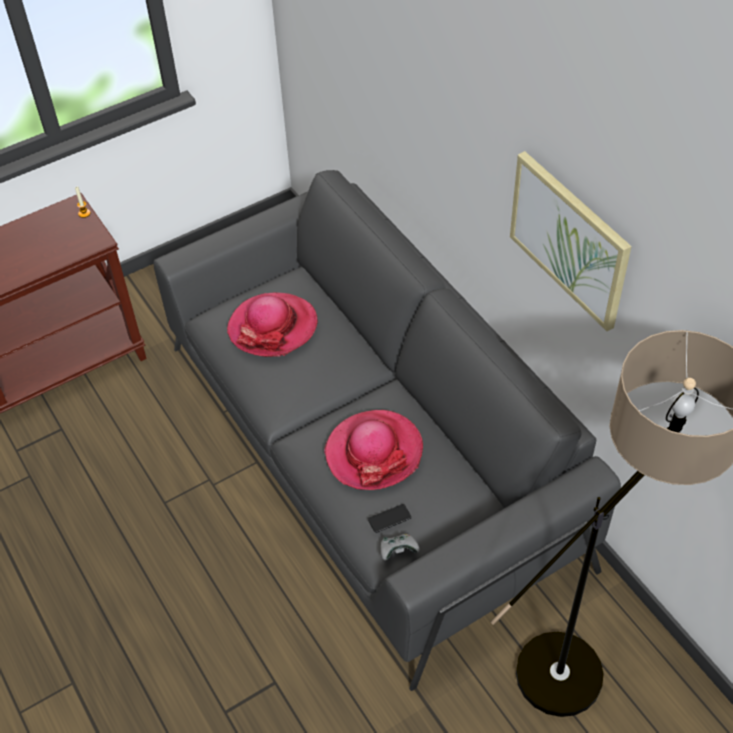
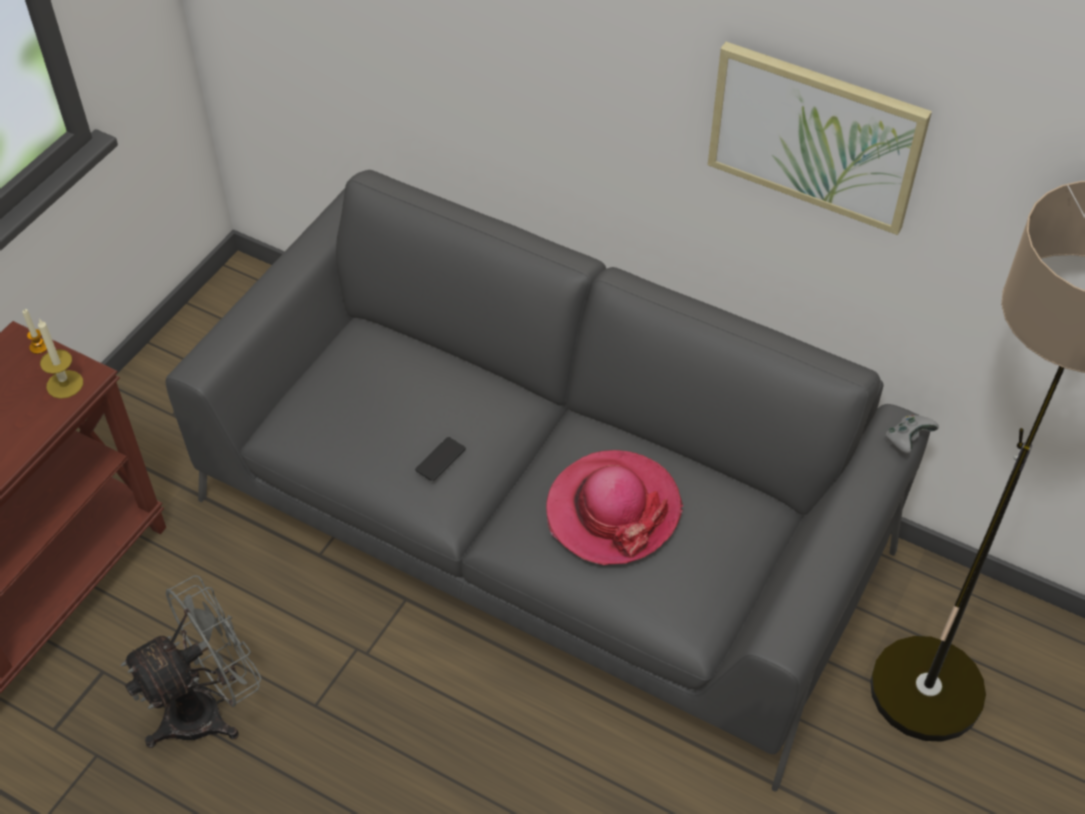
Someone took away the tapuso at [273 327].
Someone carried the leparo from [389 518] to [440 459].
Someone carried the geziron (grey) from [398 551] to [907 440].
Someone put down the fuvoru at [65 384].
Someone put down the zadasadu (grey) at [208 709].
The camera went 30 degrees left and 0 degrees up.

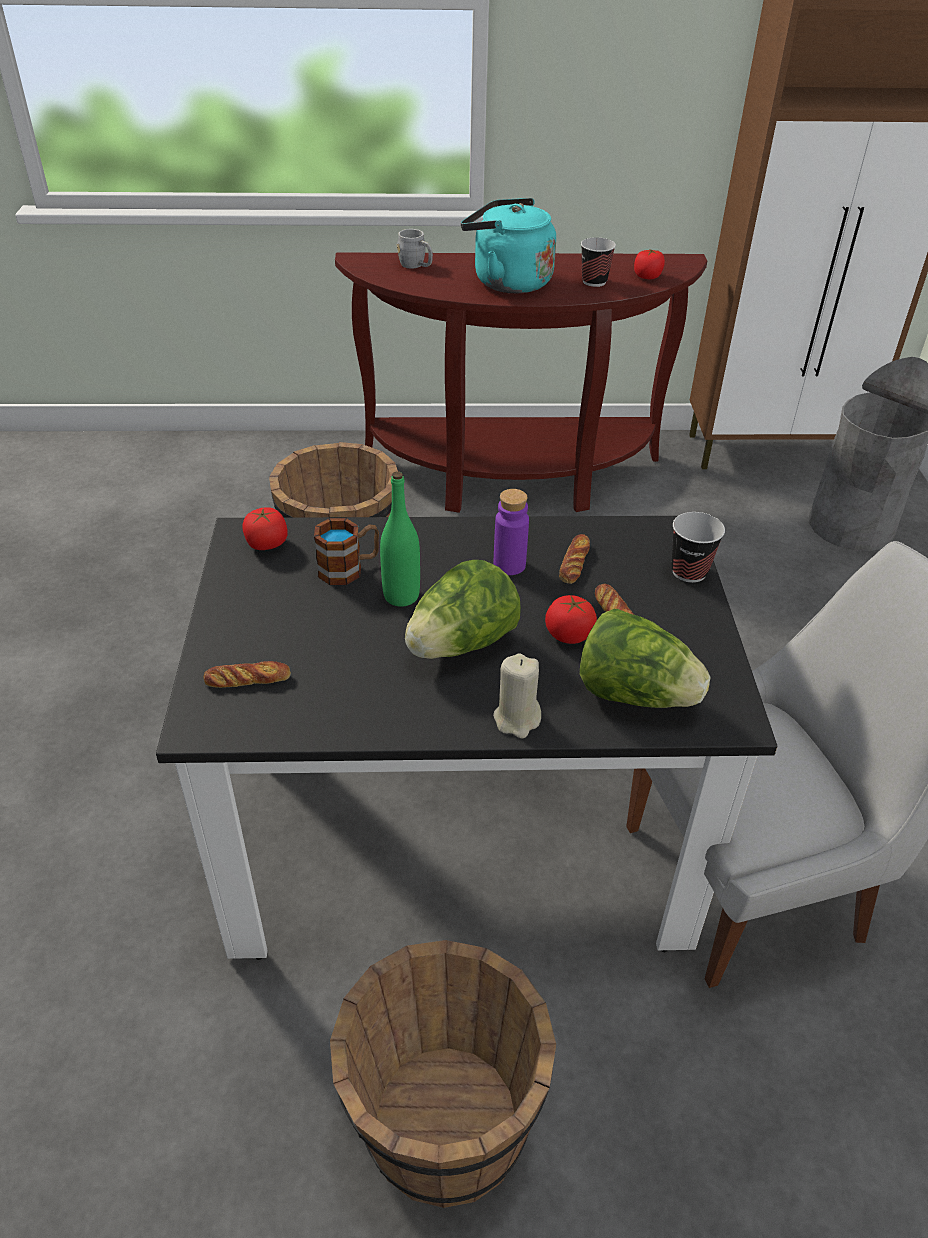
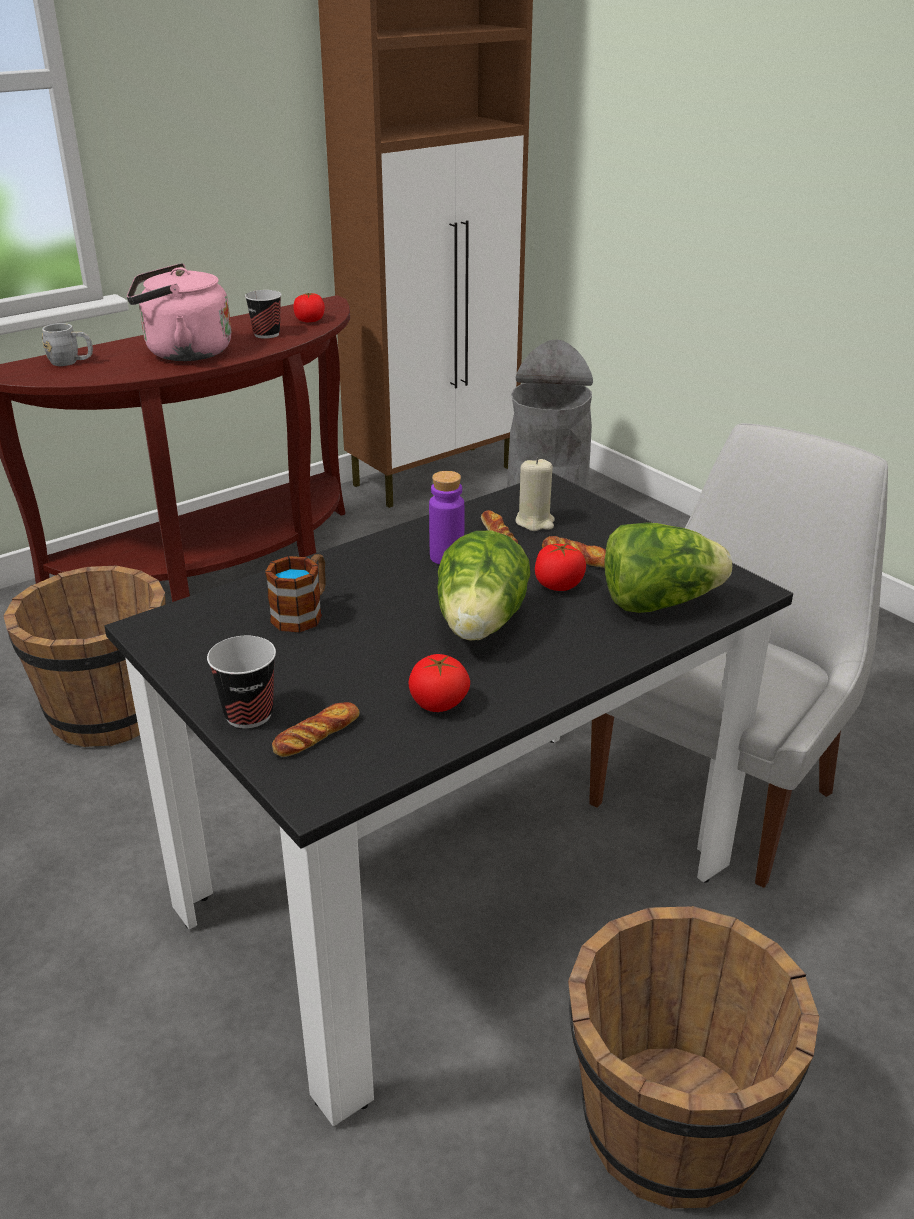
Someone carried the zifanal from [266 544] to [438 703].
Someone took away the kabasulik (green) at [401 596].
Someone repainted the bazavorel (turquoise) at [507 281], which became the bazavorel (pink) at [183 353].
Someone carried the fuvoru (beige) from [517 719] to [535 522].
Someone carried the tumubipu from [689 571] to [249 714].
The camera went 35 degrees left and 10 degrees down.

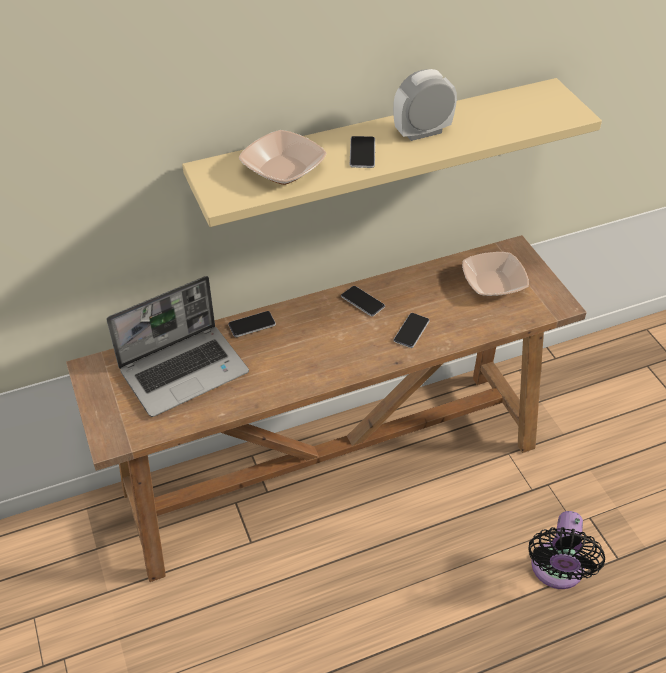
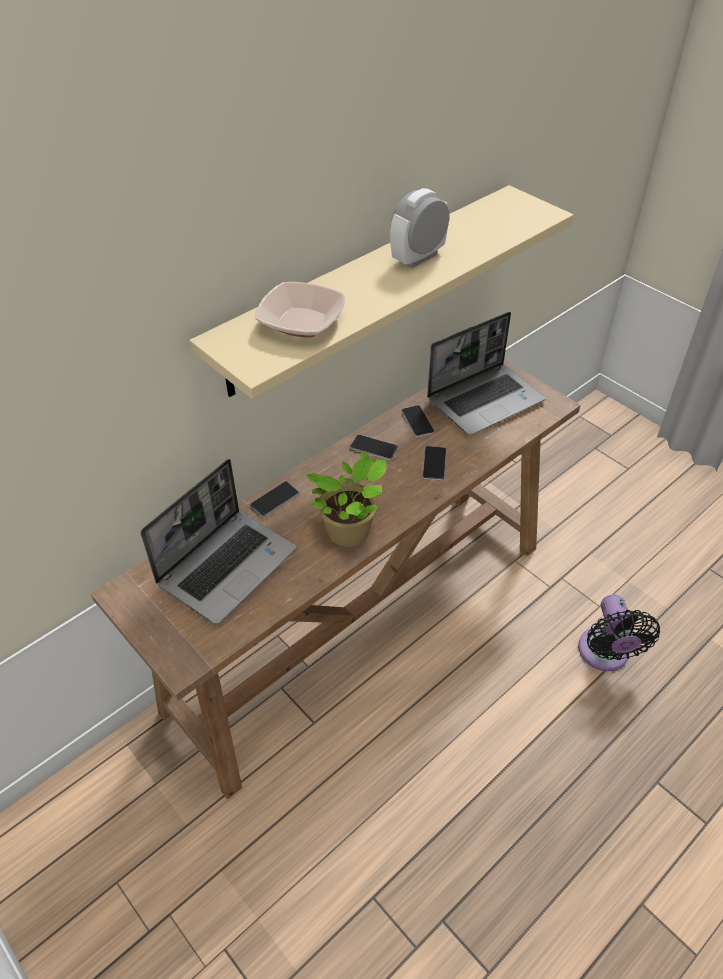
Someone carried the leparo from [362 153] to [417 422].
Someone swapped the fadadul at [493 283] for the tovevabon at [485 399].
Someone put down the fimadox at [350 534].
The camera went 20 degrees left and 0 degrees up.

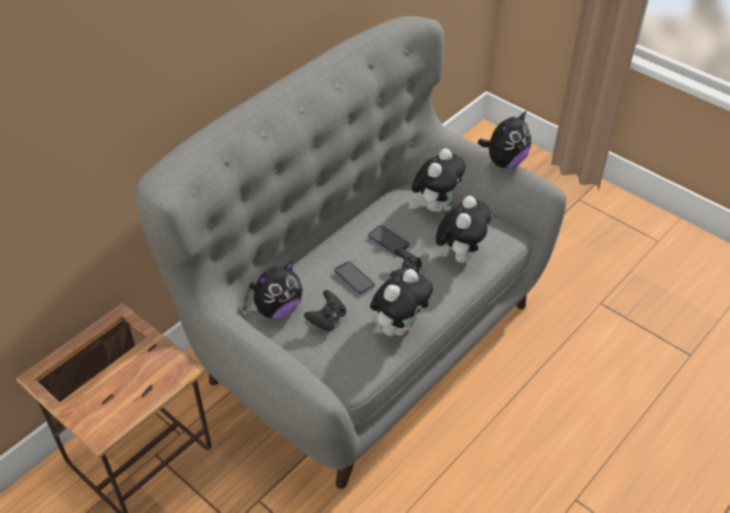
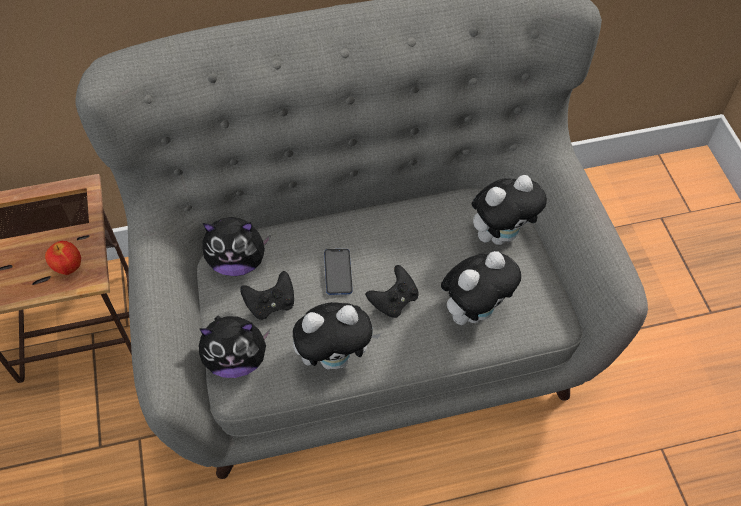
Someone took away the leparo at [388 241].
Someone carried the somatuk from [504 162] to [236 359].
Someone put down the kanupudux at [68 268].
The camera went 35 degrees right and 10 degrees up.

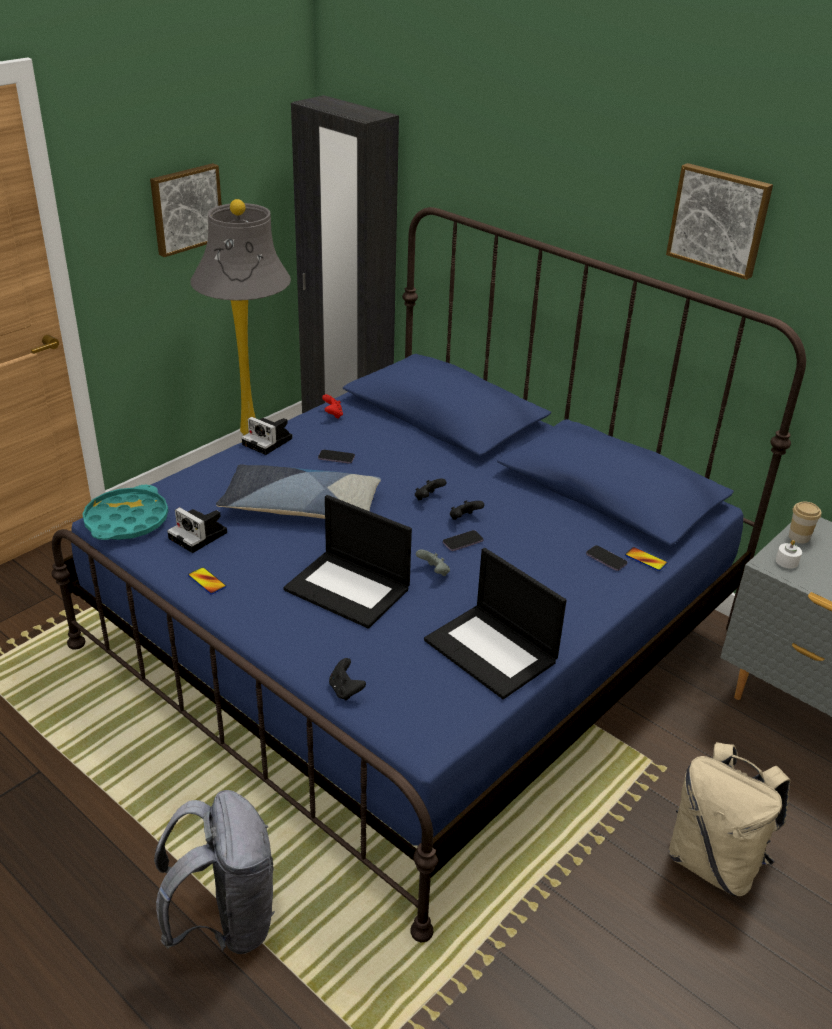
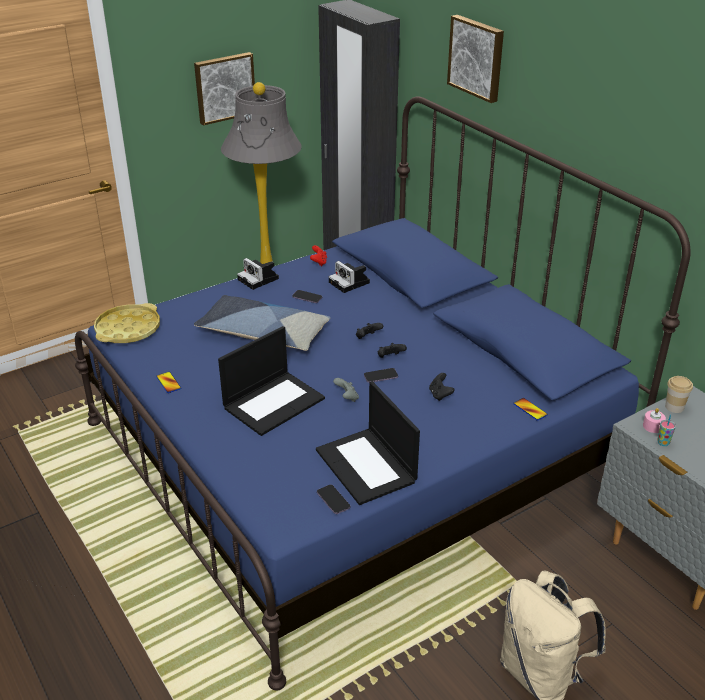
Someone repainted the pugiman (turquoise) at [126 521], which became the pugiman (yellow) at [128 329].
Someone took away the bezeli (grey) at [225 920].
Someone carried the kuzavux from [200 536] to [350 283].
Someone rotated the tovevabon at [349 589] by 90 degrees counterclockwise.
Someone carried the geziron (black) from [345 690] to [440 395].
Someone carried the leparo from [606 559] to [333 500].
Someone carried the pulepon from [719 220] to [477 57].
Someone repainted the fuvoru (white) at [787 561], which became the fuvoru (pink) at [652 426].
Someone put down the tumubipu at [663 443].
The camera went 15 degrees right and 0 degrees up.

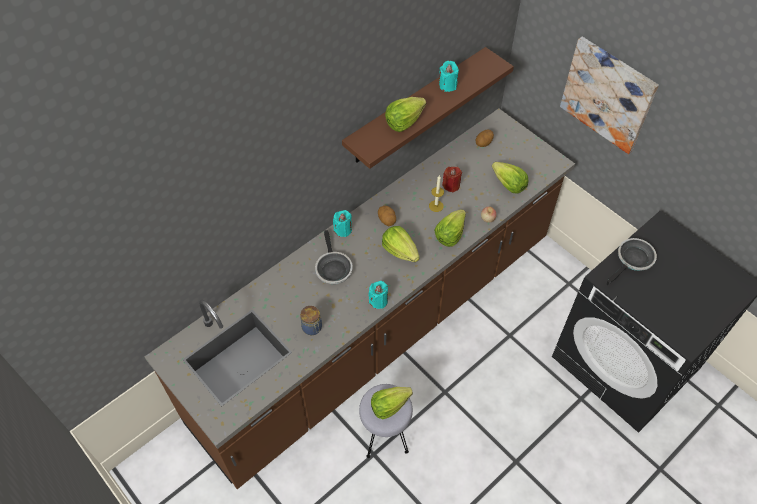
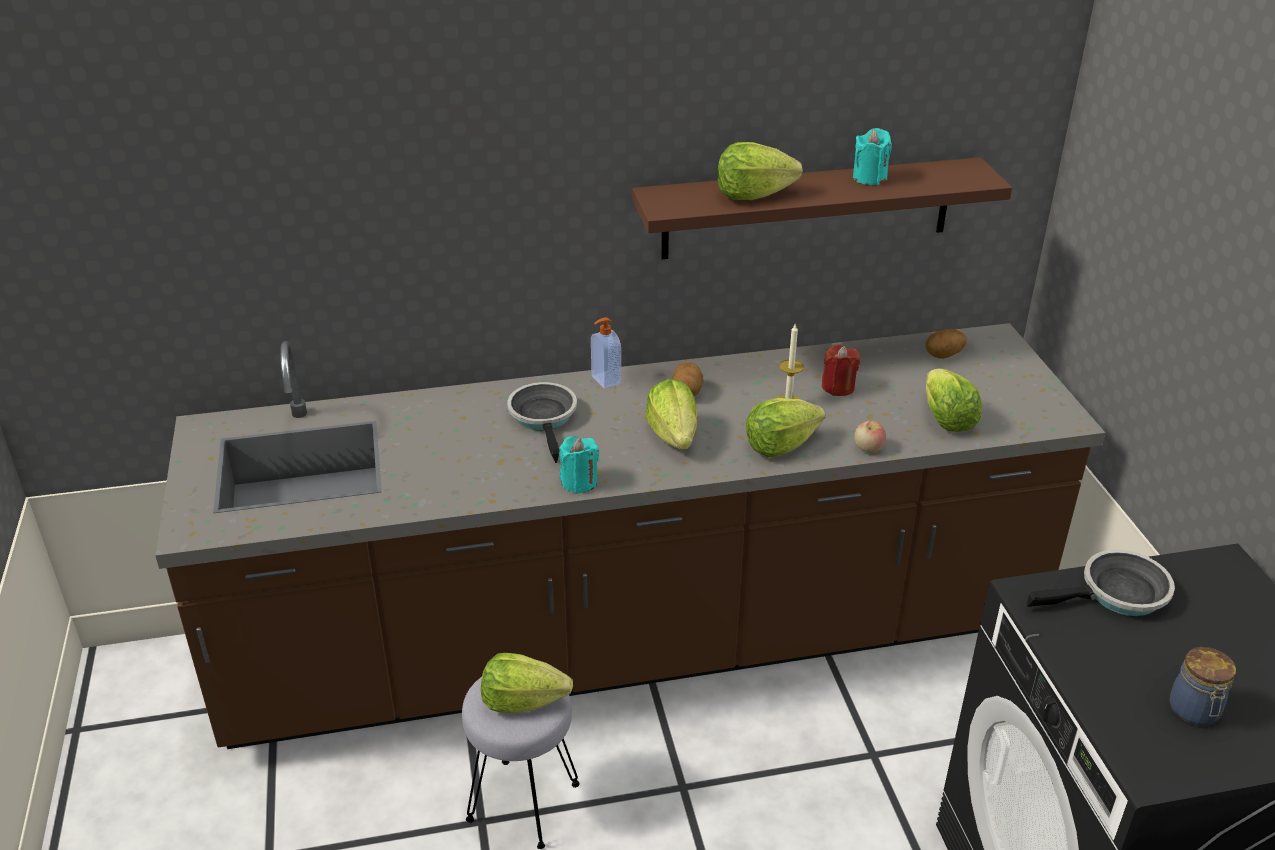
Someone carried the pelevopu from [312 328] to [1194 712].
Someone rotated the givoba at [333 268] by 150 degrees clockwise.
Someone swapped the fuvoru (turquoise) at [343 230] for the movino at [605 380].
Someone took away the pulepon at [608 94].
The camera went 30 degrees right and 20 degrees down.

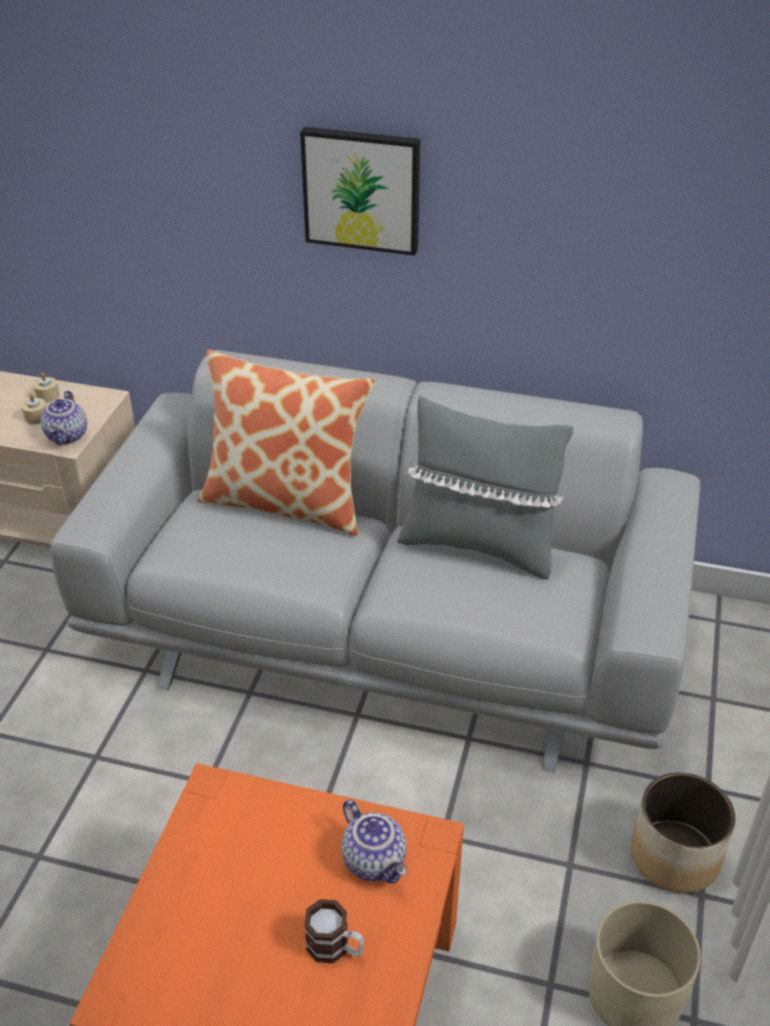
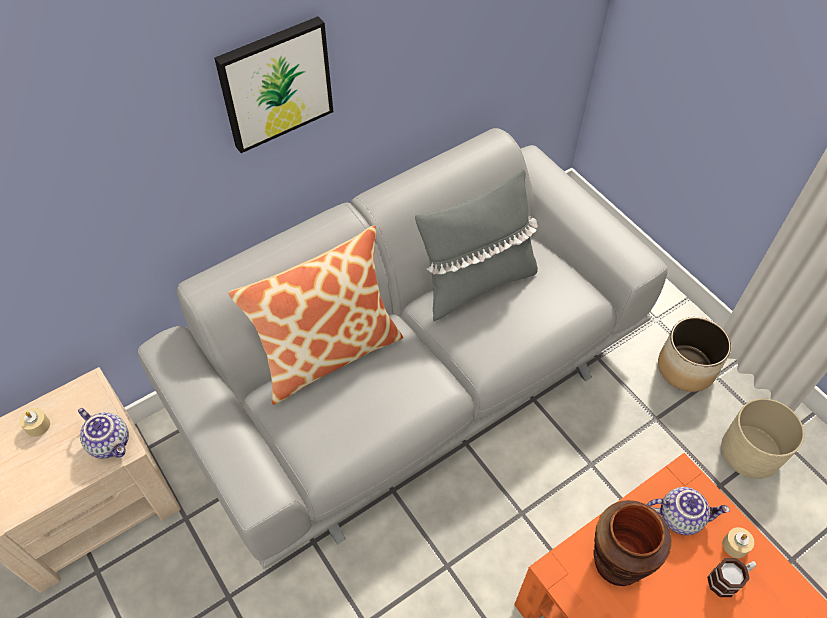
Someone carried the fuvoru (beige) from [36 417] to [735 545].
Someone put down the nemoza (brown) at [617 561].
The camera went 50 degrees left and 15 degrees up.

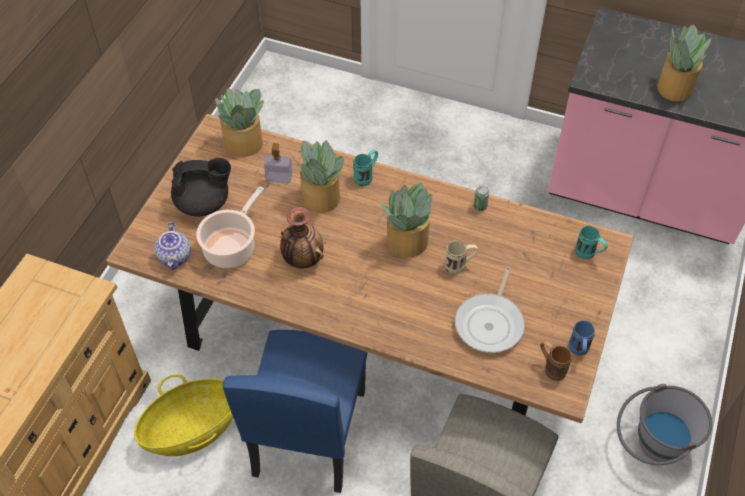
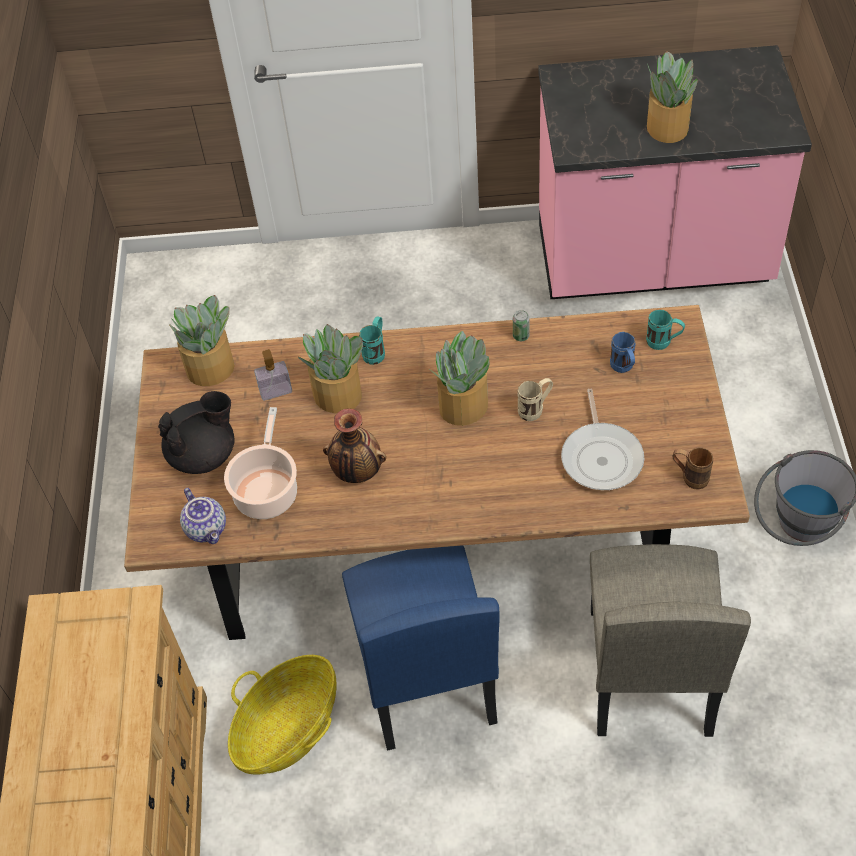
Someone carried the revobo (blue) from [578 351] to [623 368].
The camera went 20 degrees left and 0 degrees up.

